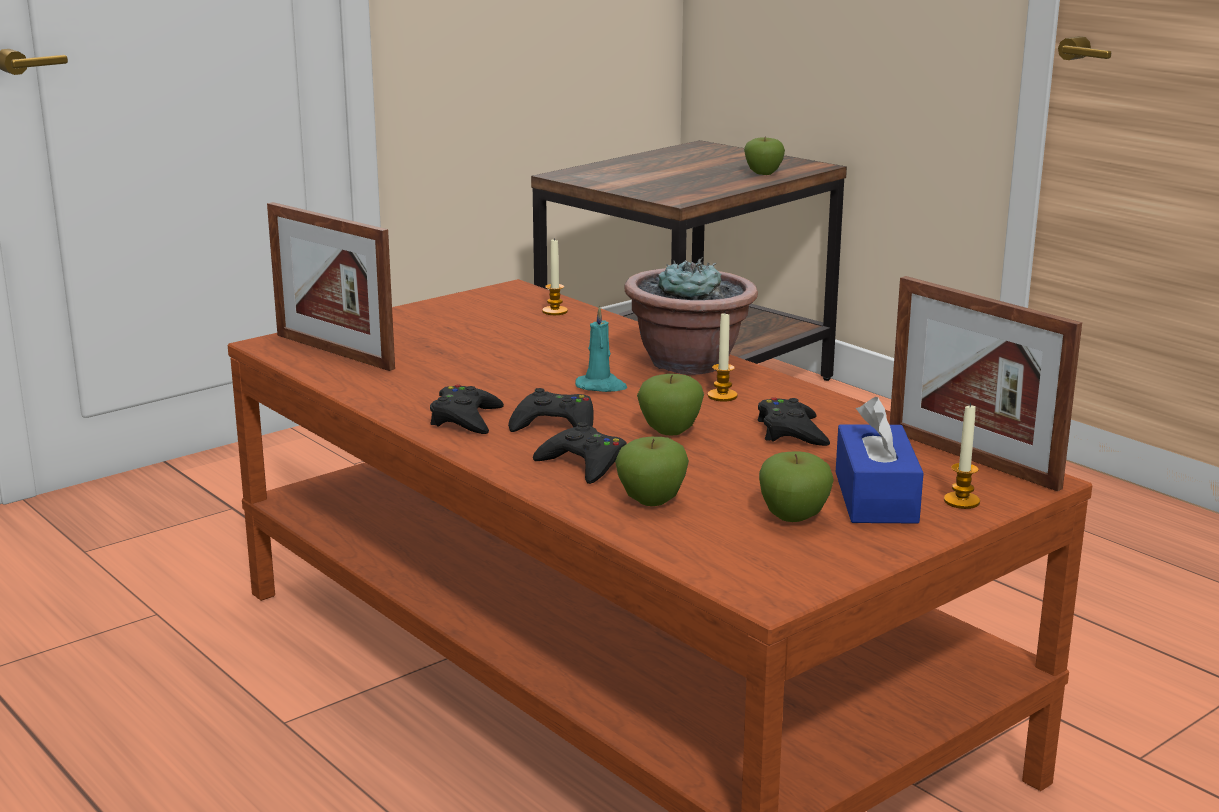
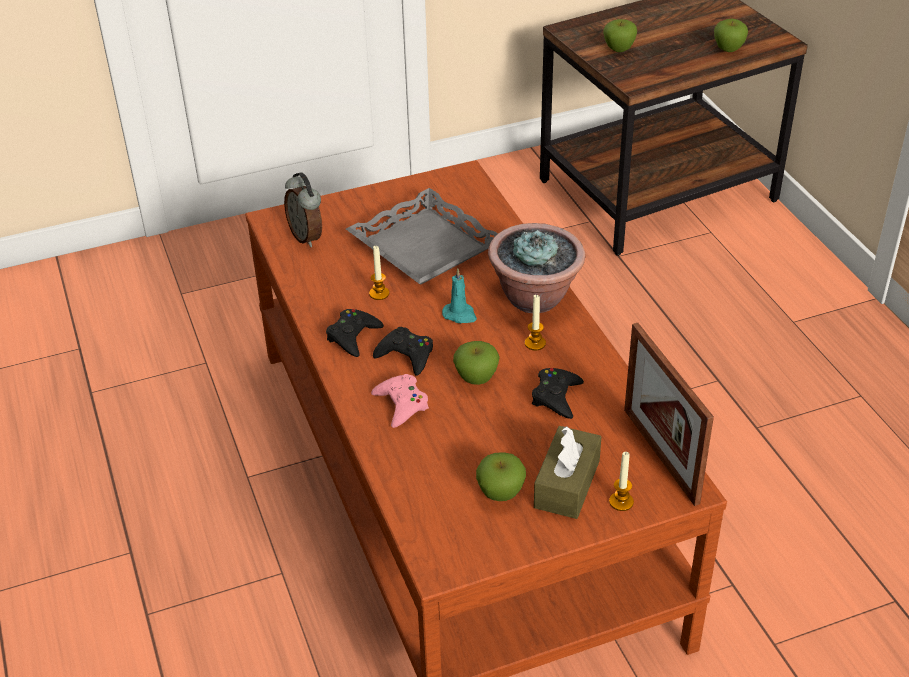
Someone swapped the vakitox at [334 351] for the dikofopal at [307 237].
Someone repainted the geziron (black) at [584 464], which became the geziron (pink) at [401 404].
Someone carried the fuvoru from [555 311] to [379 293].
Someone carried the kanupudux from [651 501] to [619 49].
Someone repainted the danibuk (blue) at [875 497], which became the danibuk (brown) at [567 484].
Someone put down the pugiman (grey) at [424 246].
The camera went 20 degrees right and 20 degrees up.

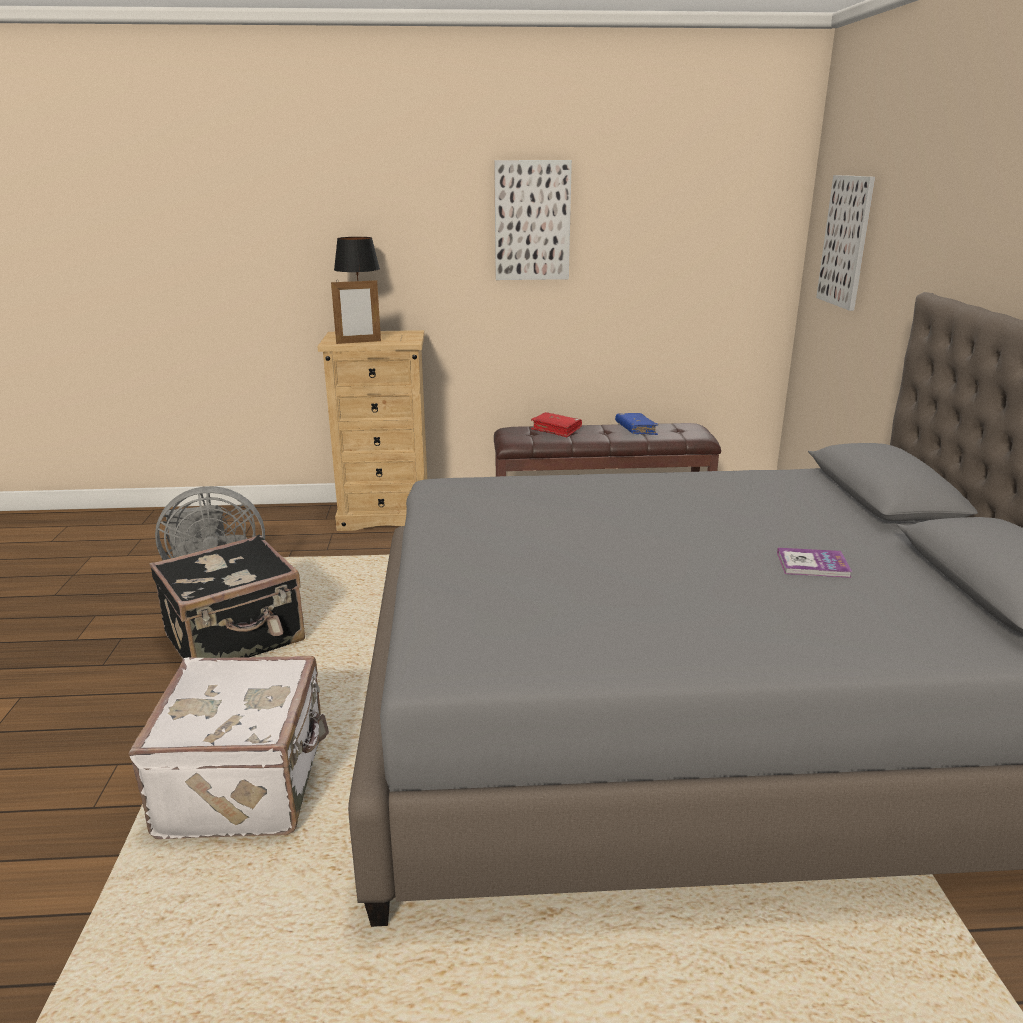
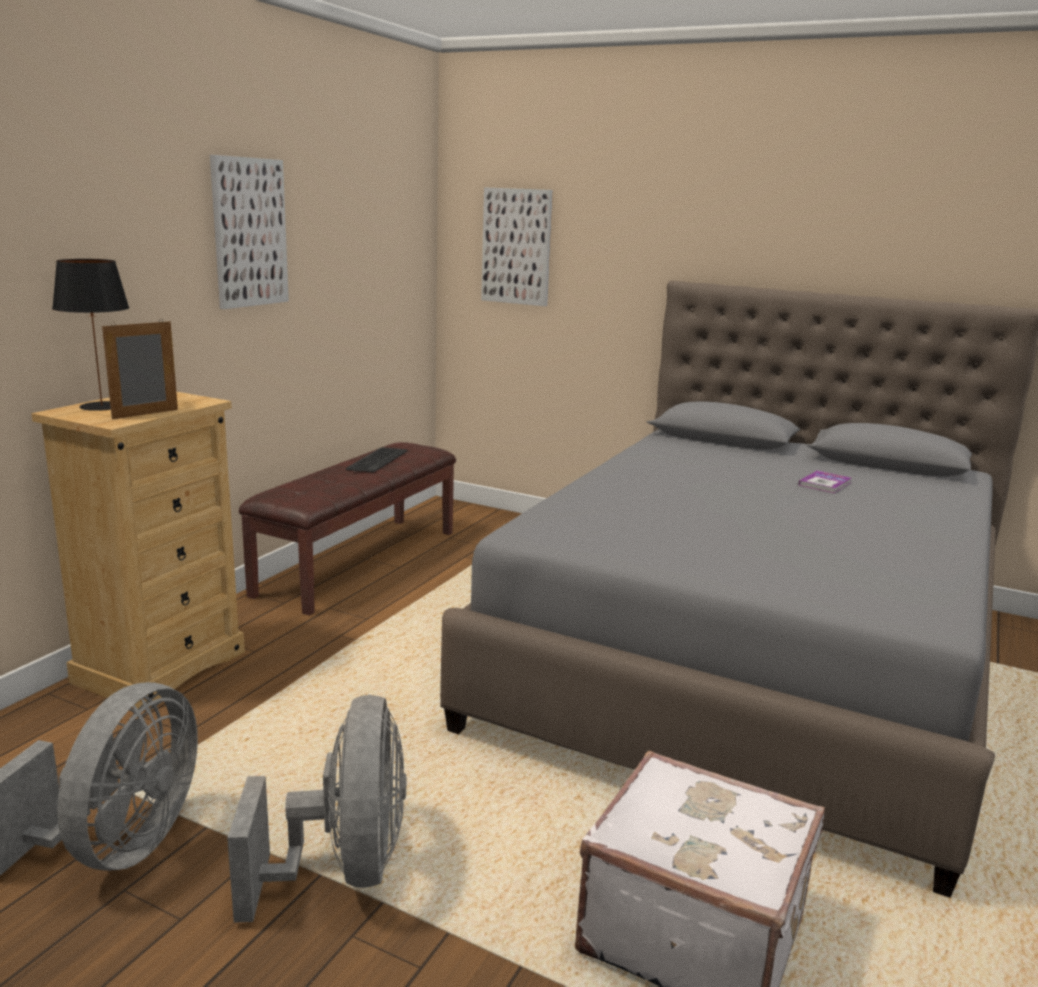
Someone swapped the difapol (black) at [236 639] for the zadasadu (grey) at [344 868].
Someone rotated the vakitox at [358 342] by 150 degrees counterclockwise.
Someone took away the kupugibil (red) at [556 430].
Someone swapped the kupugibil (blue) at [636 430] for the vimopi at [377 460].
The camera went 60 degrees left and 5 degrees down.

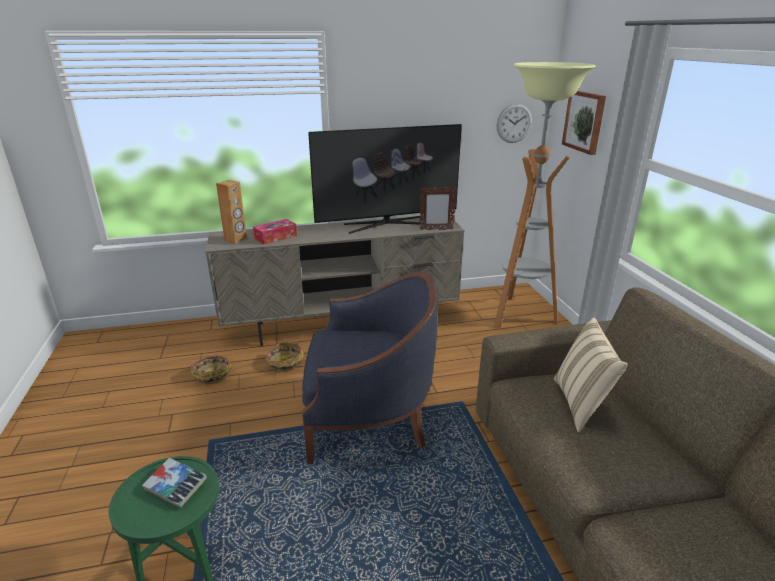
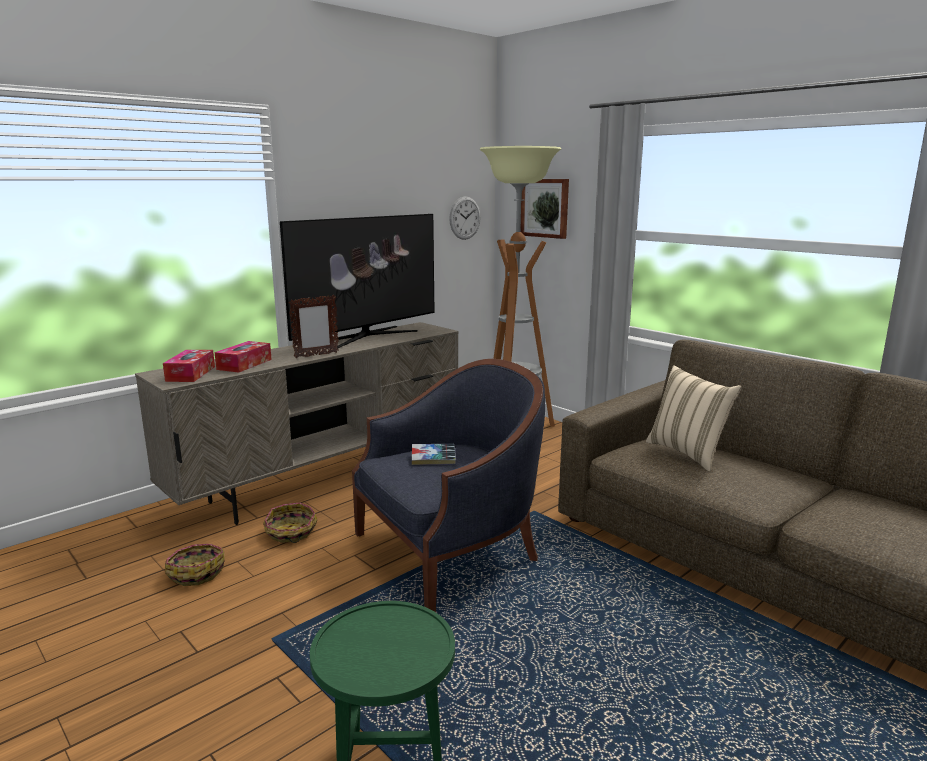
Someone carried the kupugibil from [175 486] to [433 458].
Someone swapped the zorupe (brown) at [236 239] for the danibuk at [191 374].
Someone carried the vakitox from [436 229] to [316 355].
The camera went 30 degrees left and 10 degrees down.

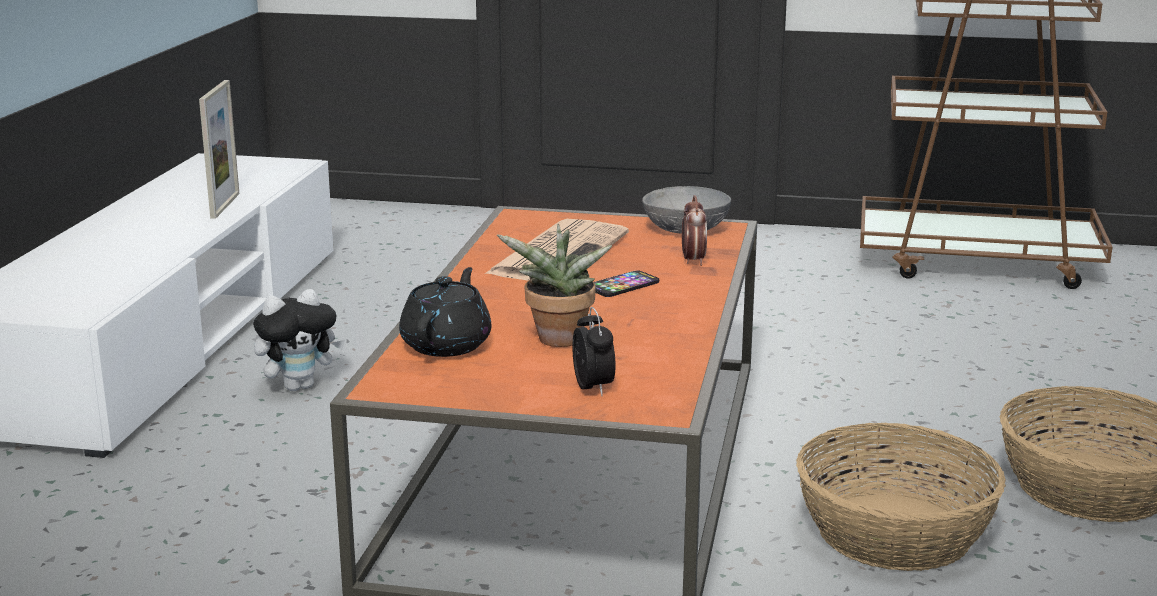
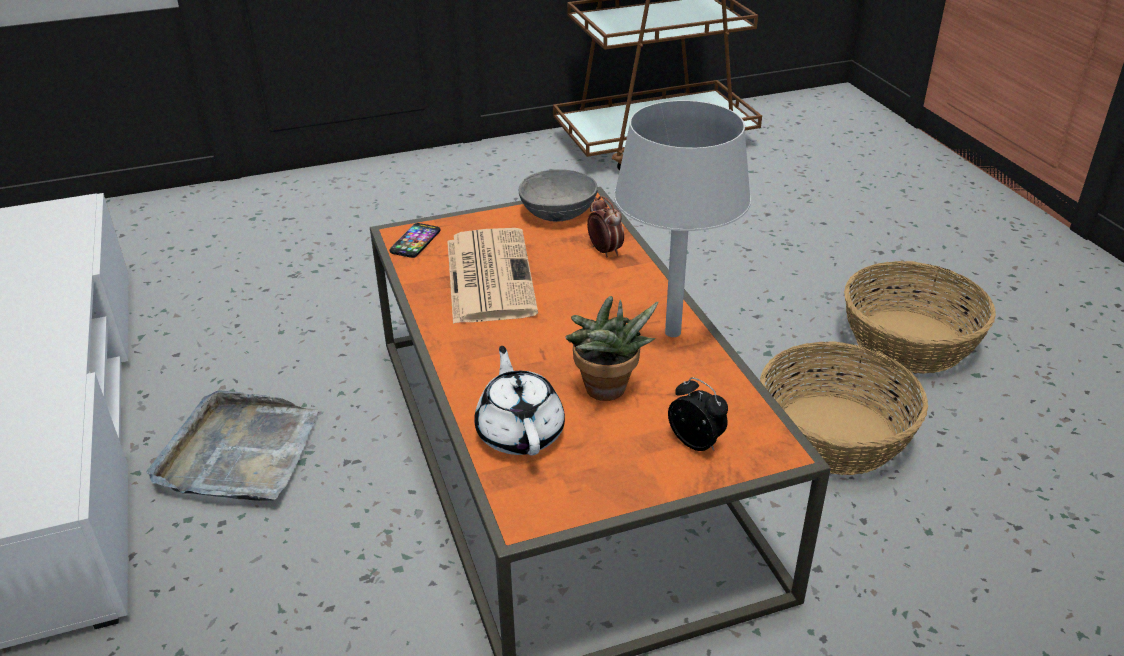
Someone took away the vakitox at [225 205].
Someone swapped the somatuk at [299 386] for the pugiman (grey) at [239 453].
Someone repainted the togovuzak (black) at [447 344], which became the togovuzak (white) at [520 432].
Someone carried the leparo from [623 285] to [415 241].
Someone put down the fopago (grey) at [673 332].
The camera went 30 degrees left and 15 degrees up.

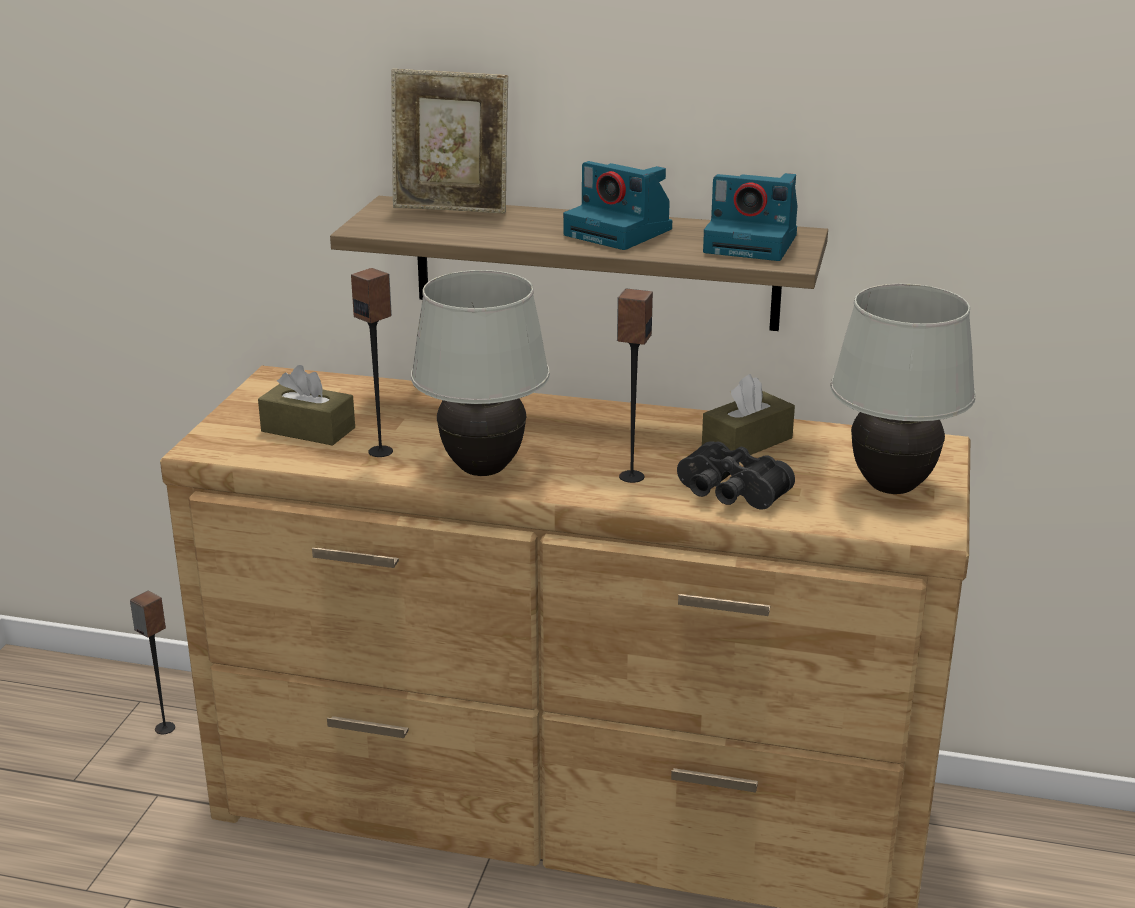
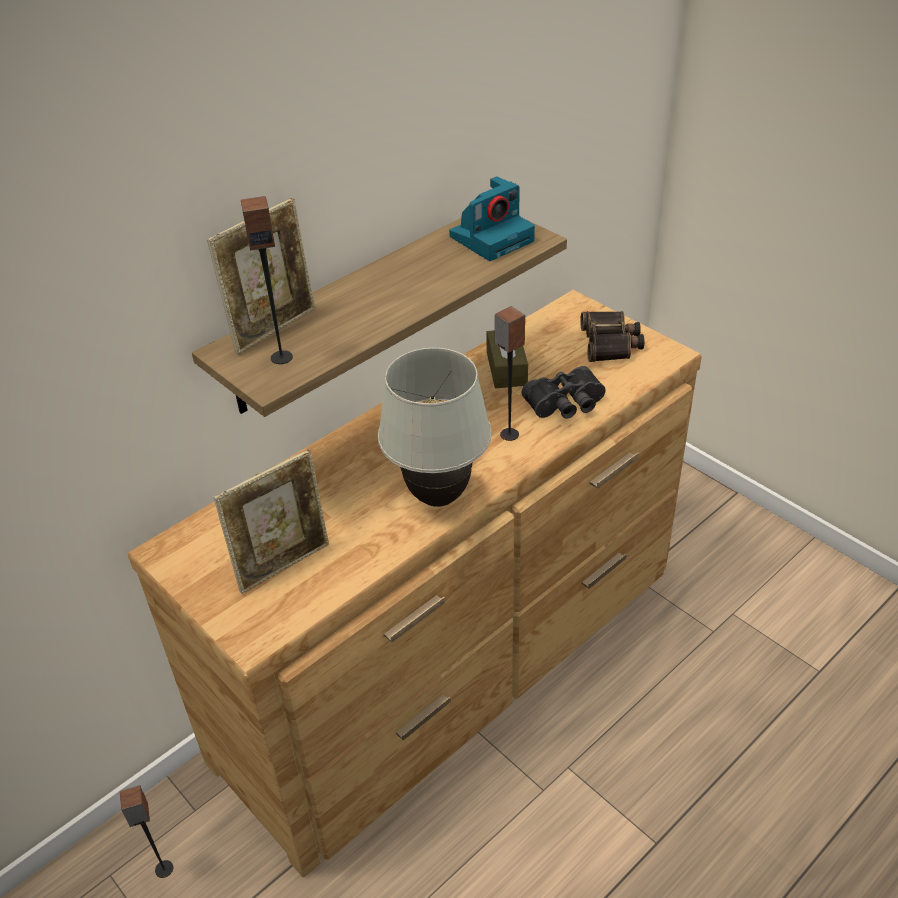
Someone swapped the danibuk (brown) at [308 430] for the vakitox at [284 564].
Someone carried the zorupe from [381 451] to [281 357].
Someone took away the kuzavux at [620 232].
Someone swapped the fopago (white) at [892 487] for the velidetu at [611 343].
The camera went 55 degrees left and 15 degrees up.

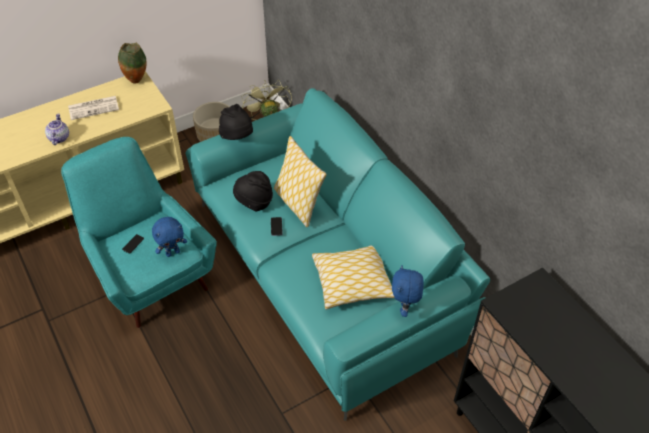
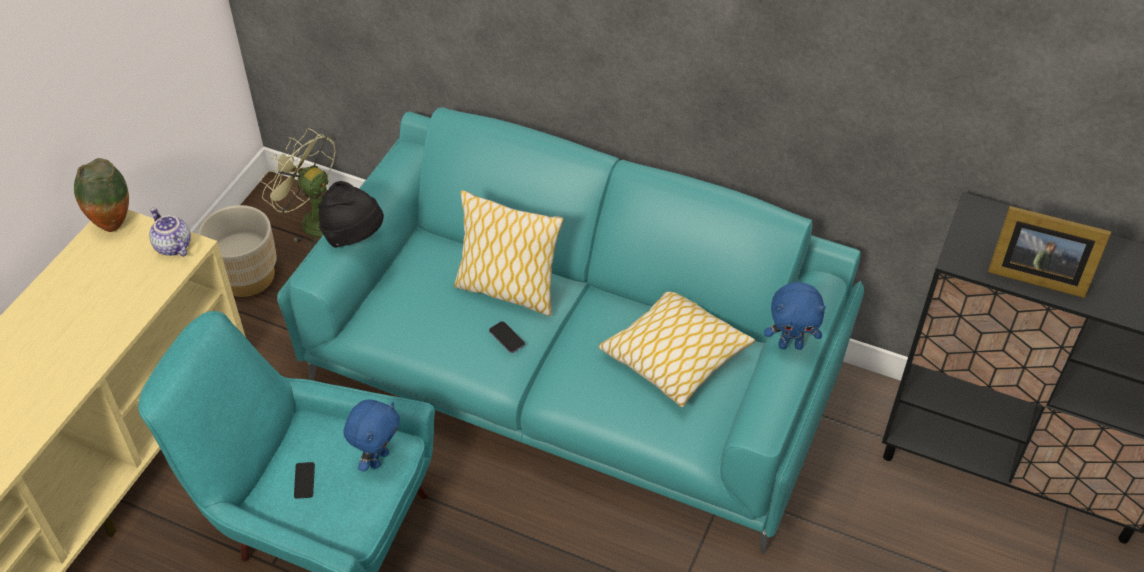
Someone carried the togovuzak from [58 138] to [172 246].
Someone took away the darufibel at [94 108].
Someone took away the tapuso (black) at [254 202].
Someone rotated the somatuk (blue) at [405 308] by 60 degrees counterclockwise.
Someone put down the vakitox at [1034 274].
The camera went 35 degrees left and 0 degrees up.

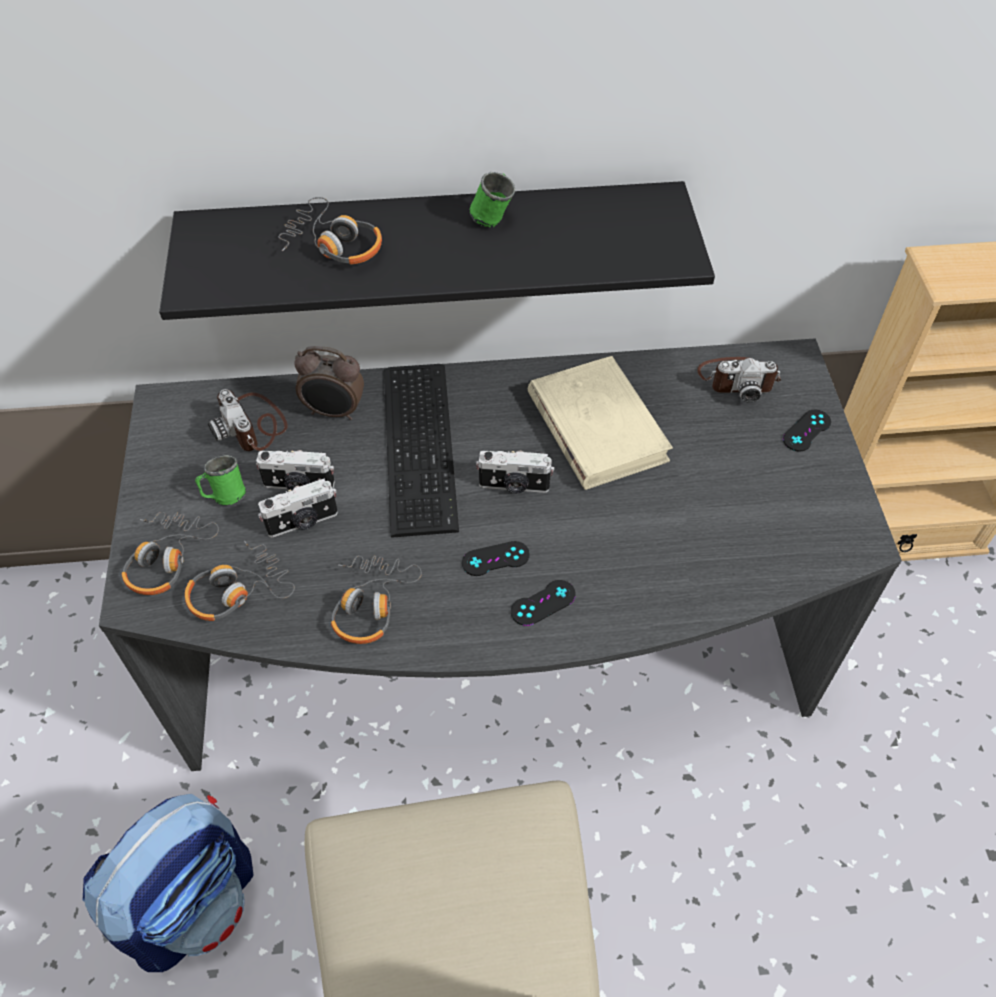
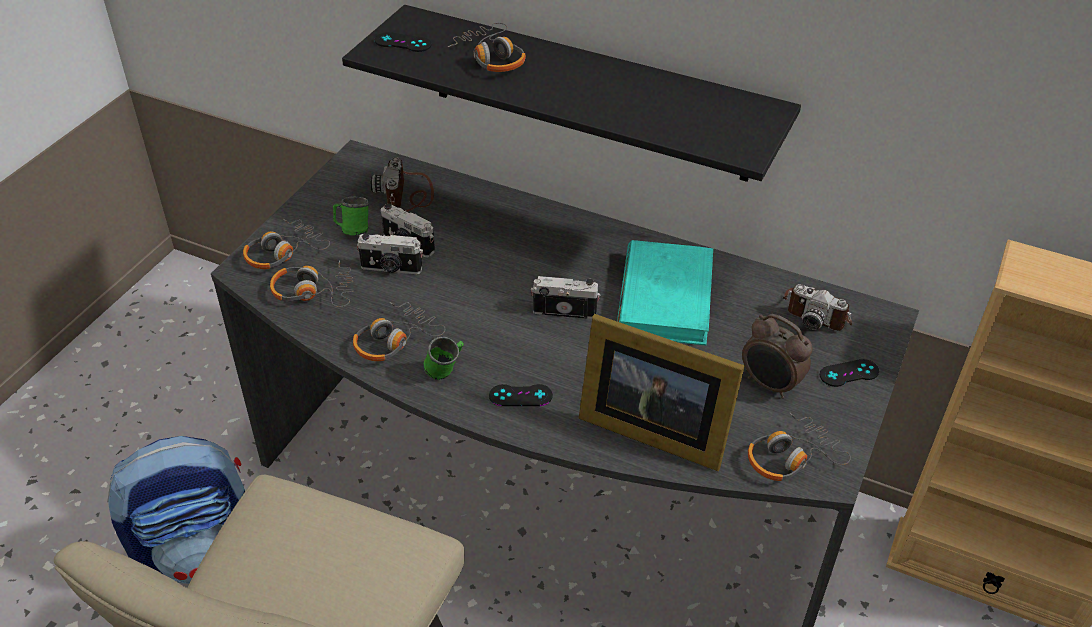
Someone carried the dikofopal from [334 412] to [769 385].
Someone took away the vimopi at [423 444].
Someone carried the geziron (black) from [495 559] to [403 42].
Someone carried the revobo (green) from [494 217] to [446 371].
Someone rotated the kuzavux at [514 486] by 150 degrees clockwise.
Someone repainted the kupugibil (beige) at [596 426], which became the kupugibil (turquoise) at [665 297].
Someone put down the vakitox at [650 427].
Someone put down the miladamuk at [791 457].
The camera went 30 degrees right and 10 degrees down.

